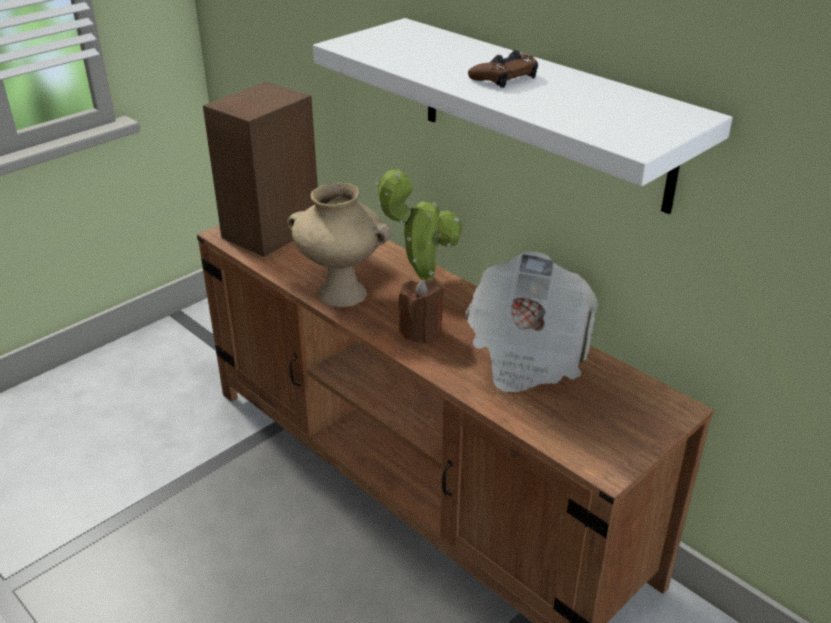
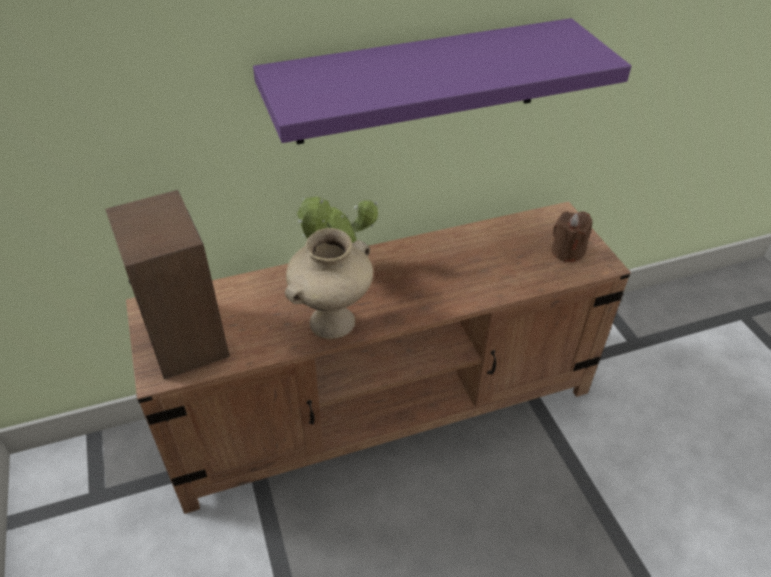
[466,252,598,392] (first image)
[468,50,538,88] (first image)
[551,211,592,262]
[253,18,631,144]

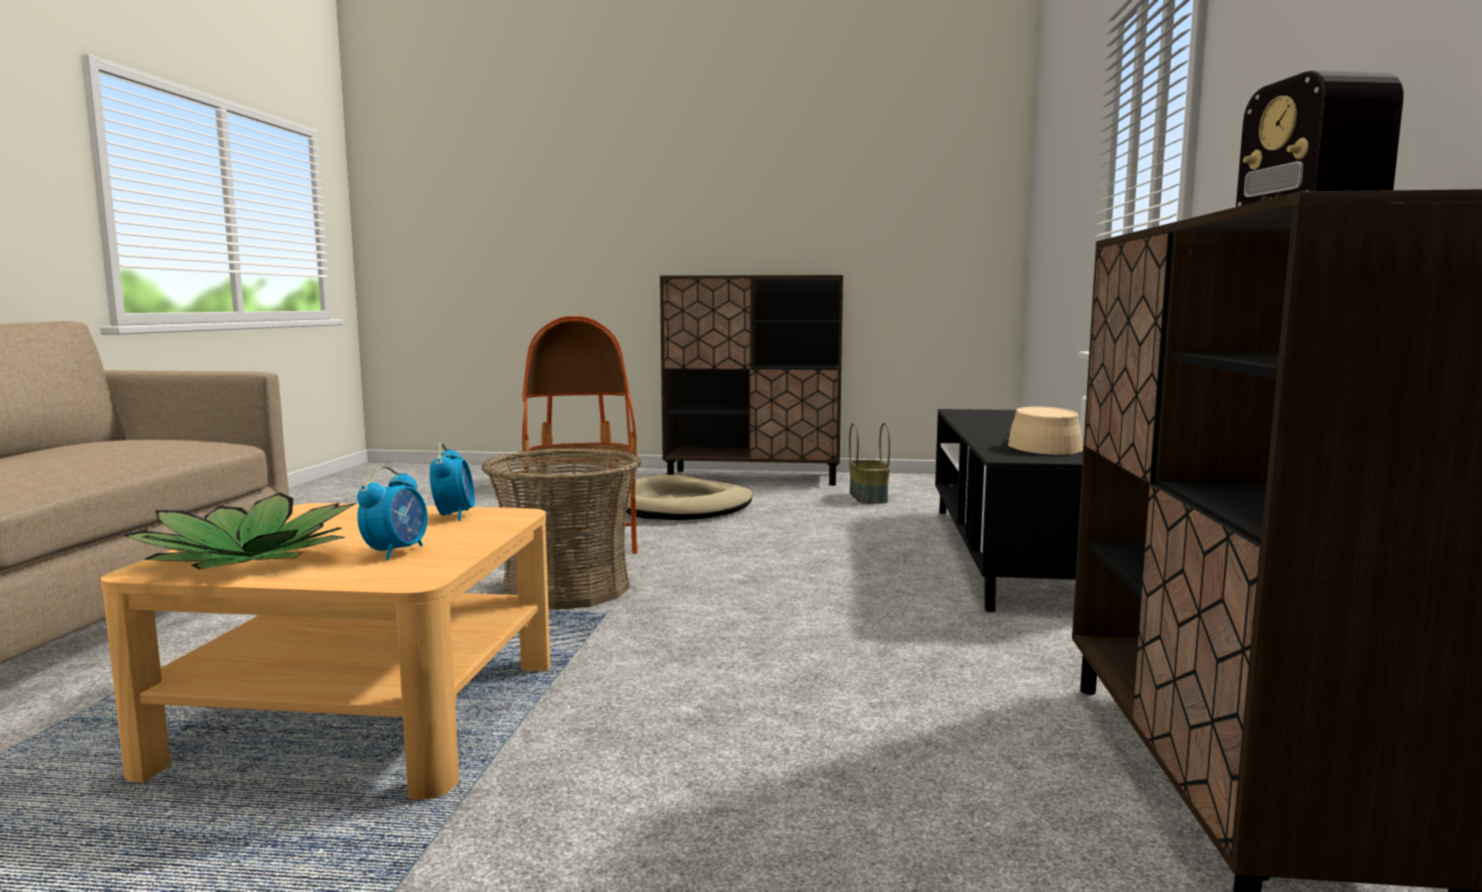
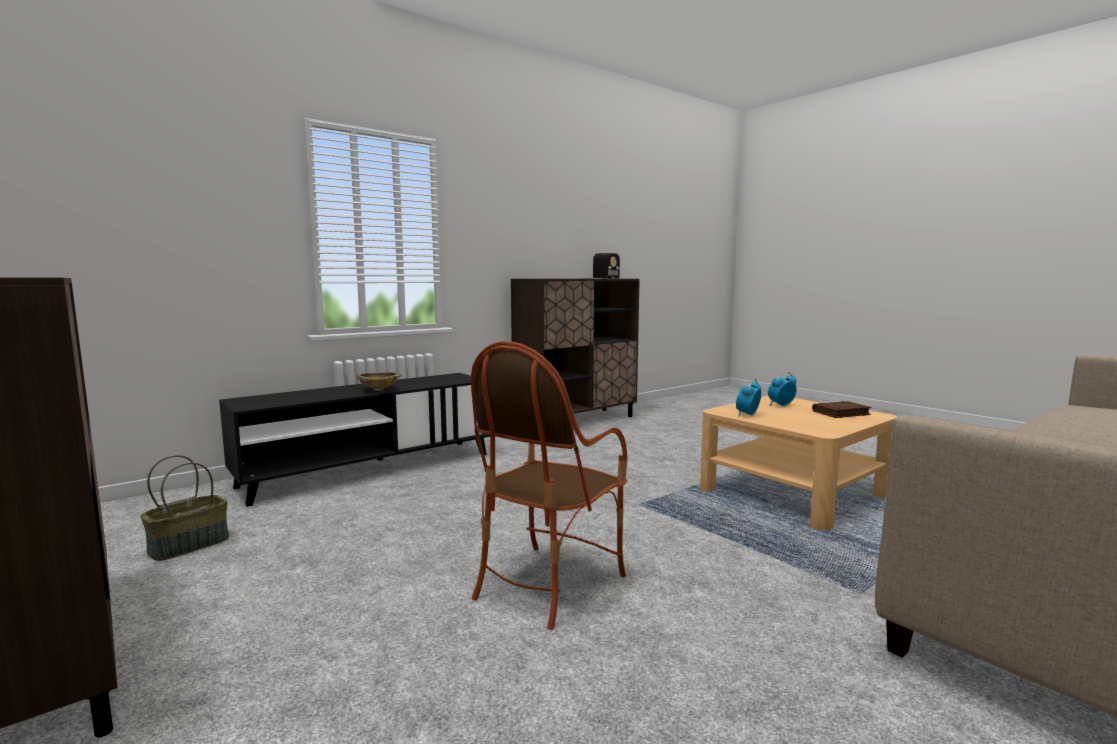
[482,448,641,610] (first image)
[609,475,753,520] (first image)
[1003,407,1083,455] (first image)
[356,372,402,391]
[812,401,871,418]

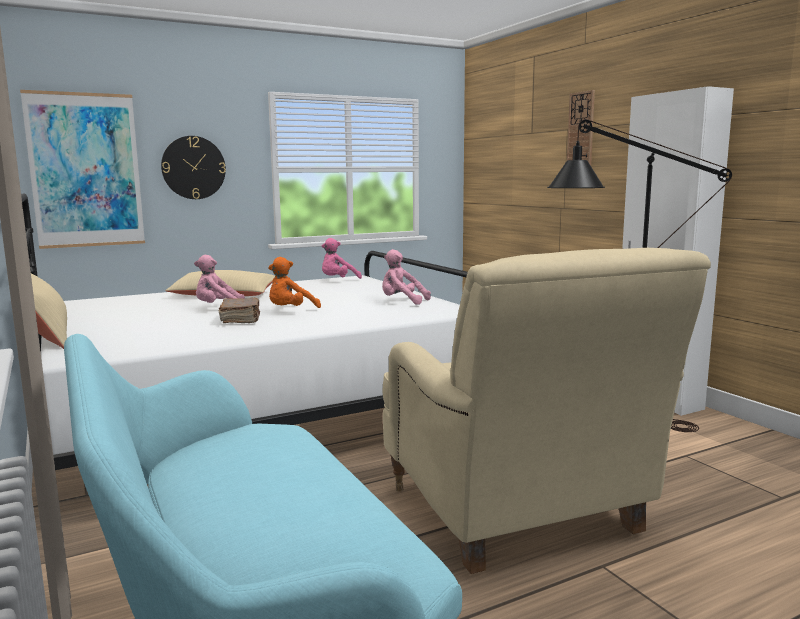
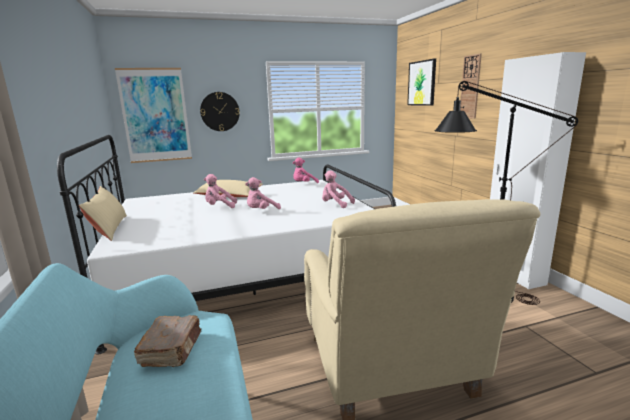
[407,58,436,106]
[134,315,201,367]
[245,177,281,210]

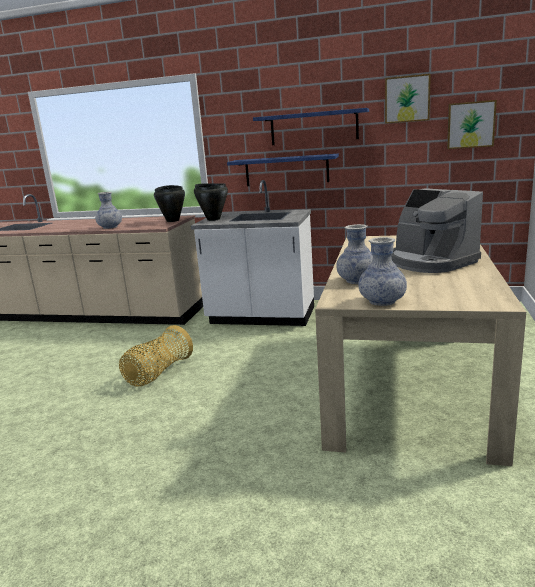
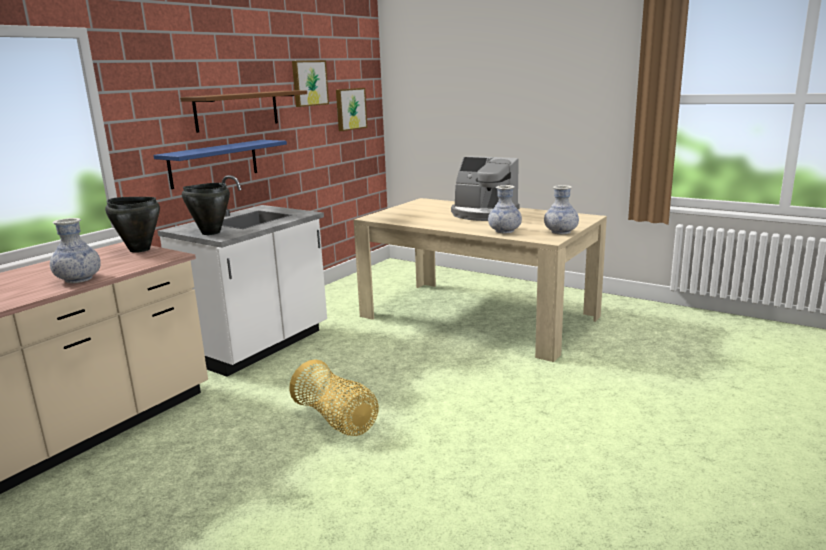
[180,90,307,133]
[451,156,519,221]

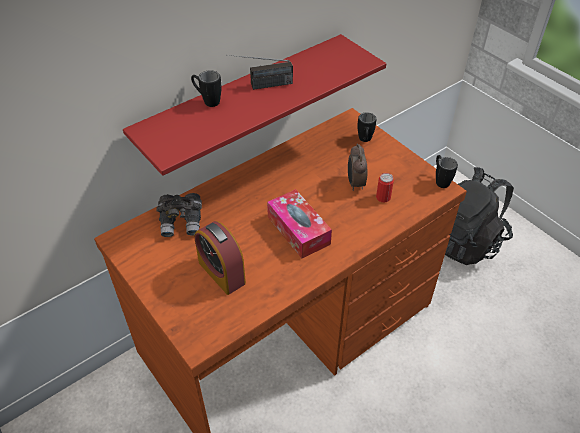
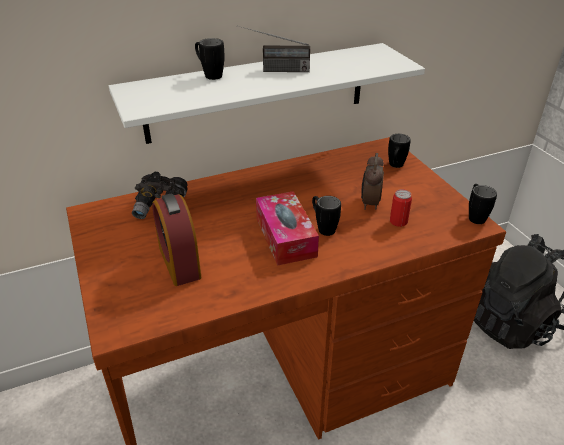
[312,196,341,236]
[109,43,425,144]

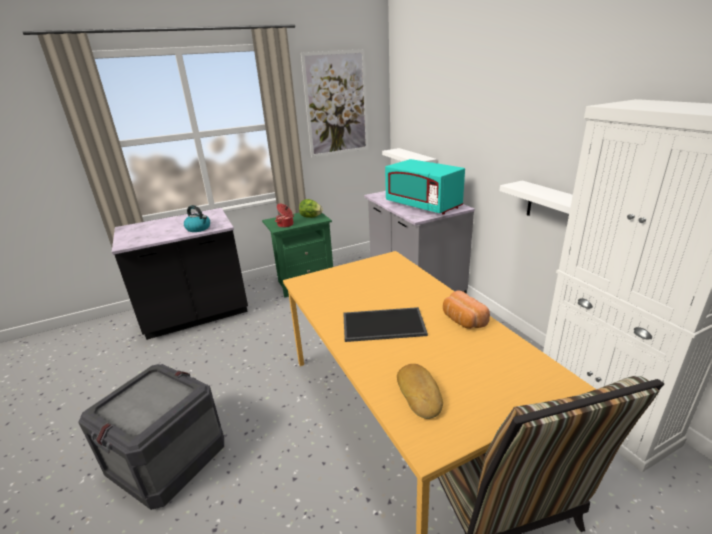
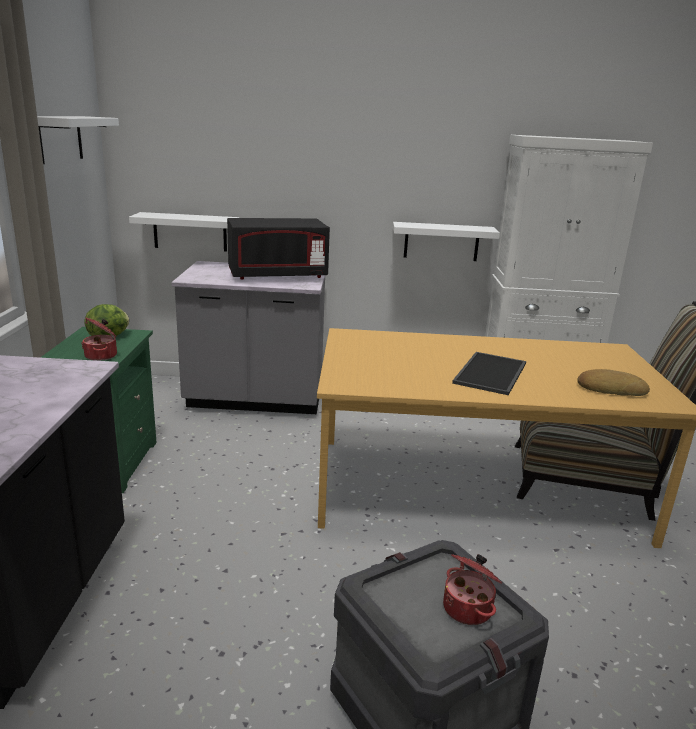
[184,205,210,232] (first image)
[443,290,490,329] (first image)
[443,554,502,625]
[37,116,119,164]
[227,218,330,280]

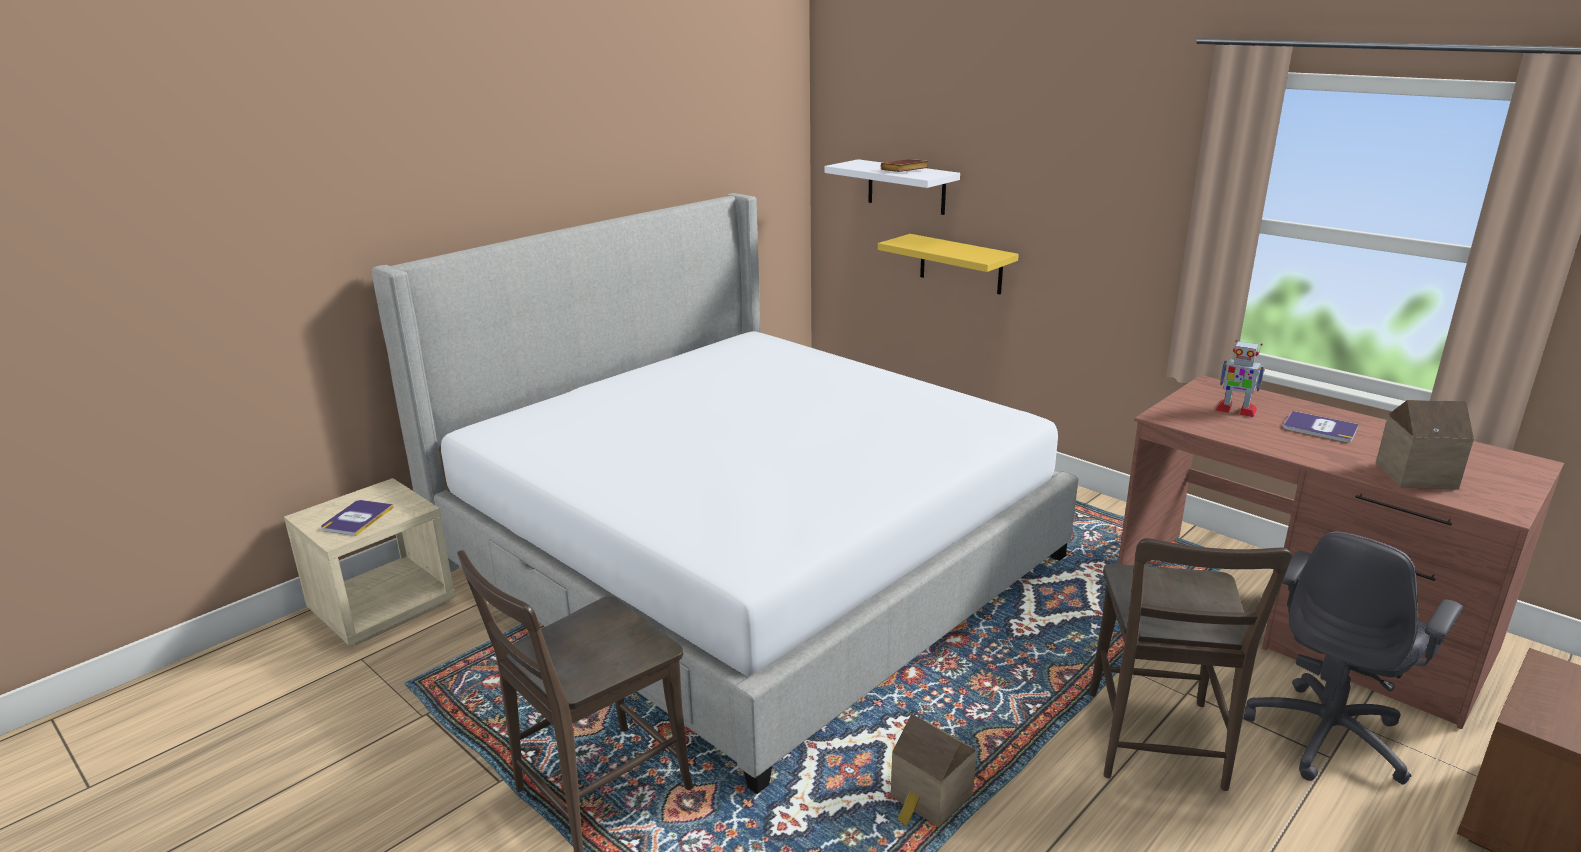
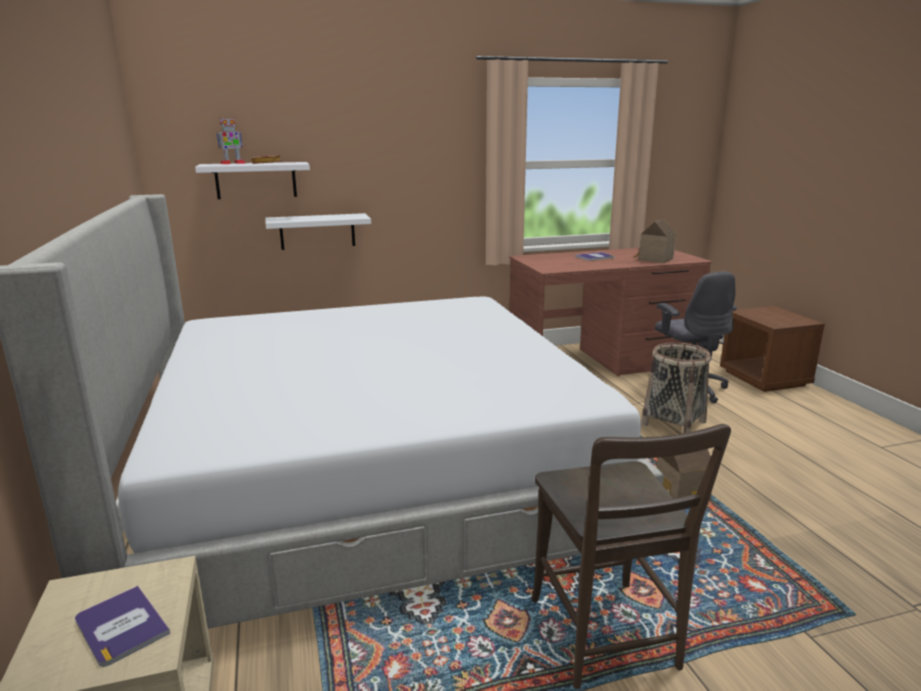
[216,117,246,164]
[641,342,711,433]
[266,213,371,250]

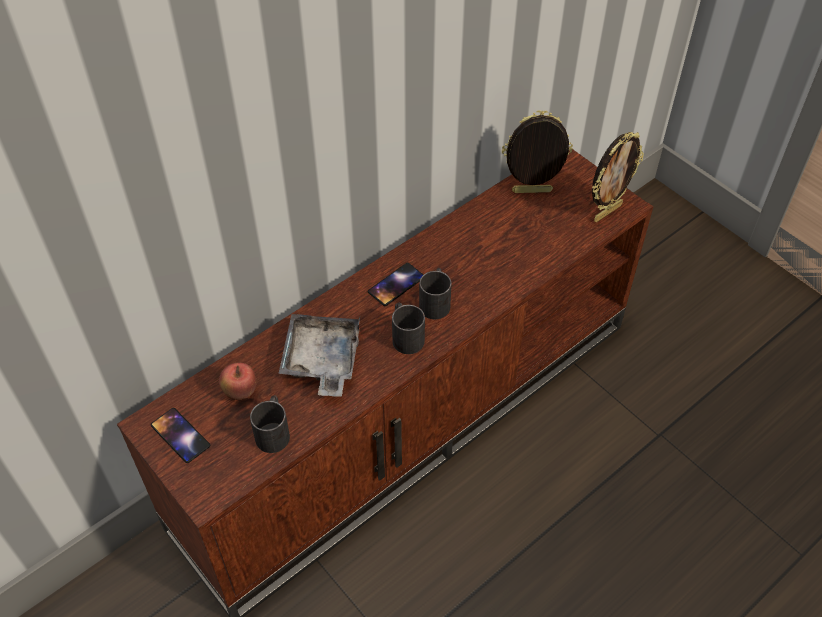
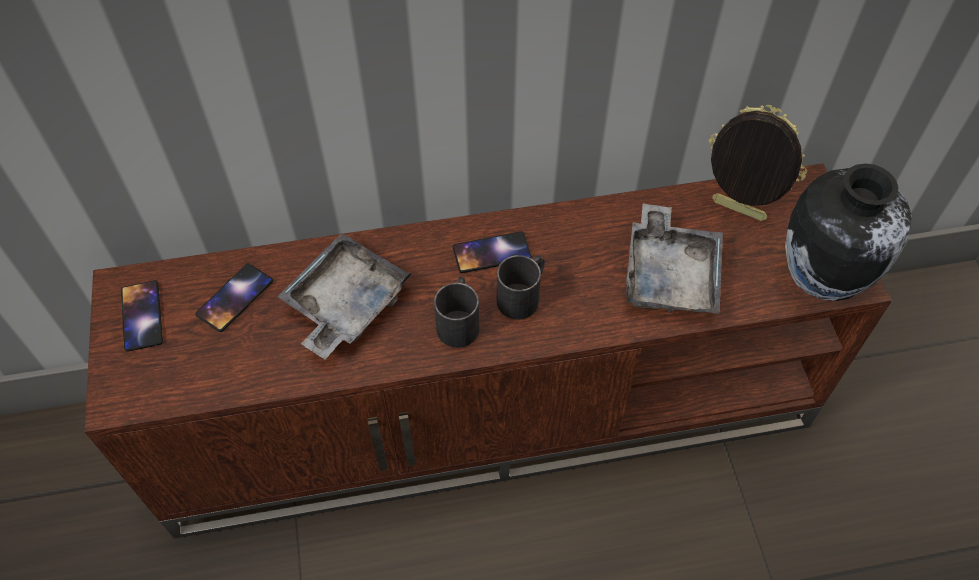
[250,396,290,453] (first image)
[625,203,723,314]
[195,263,273,332]
[785,163,912,301]

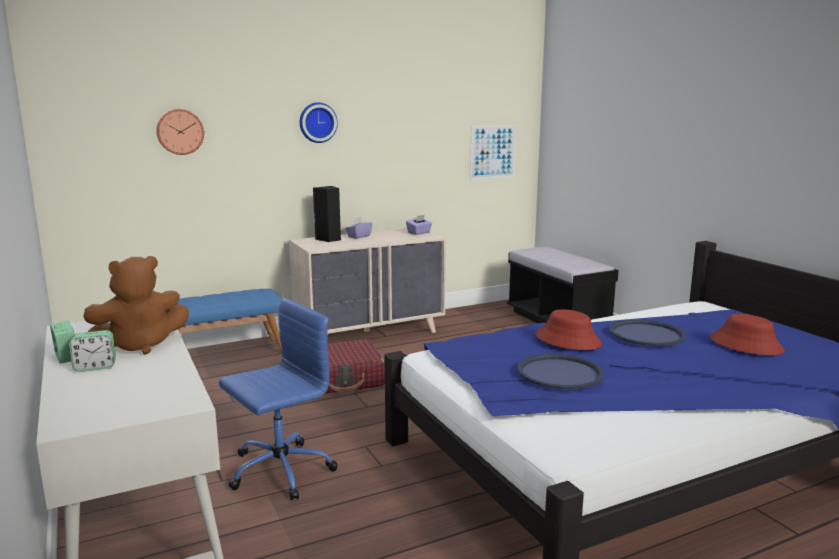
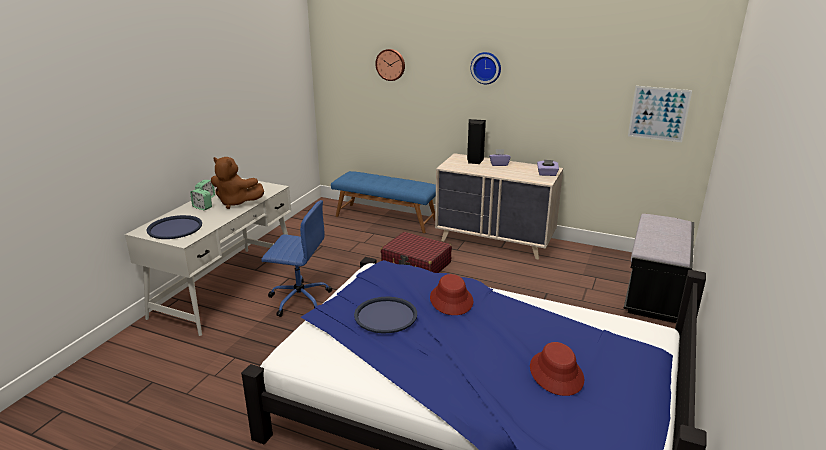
[146,215,202,239]

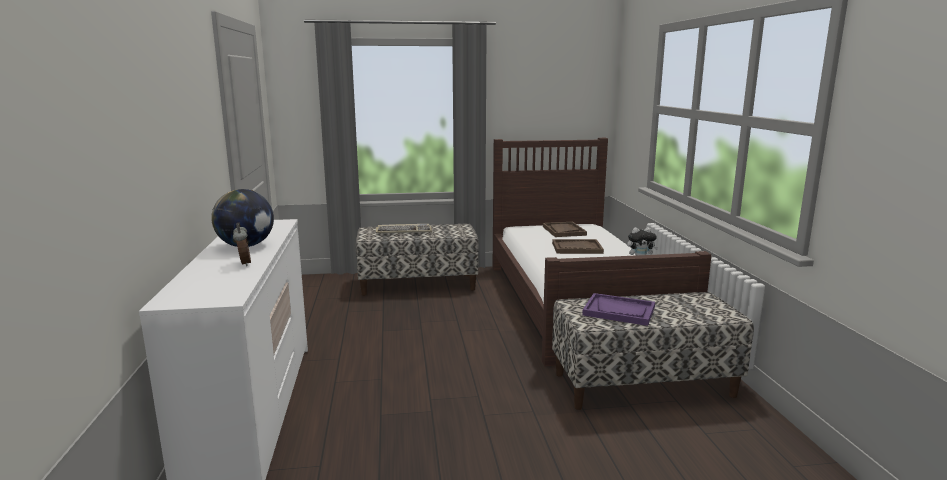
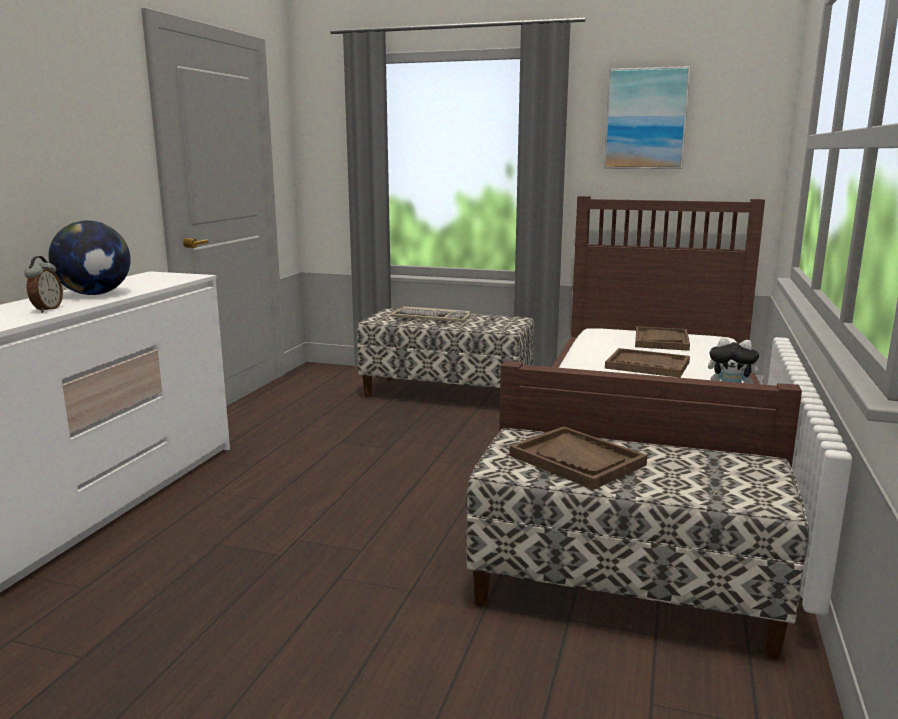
[604,66,690,169]
[509,426,647,490]

